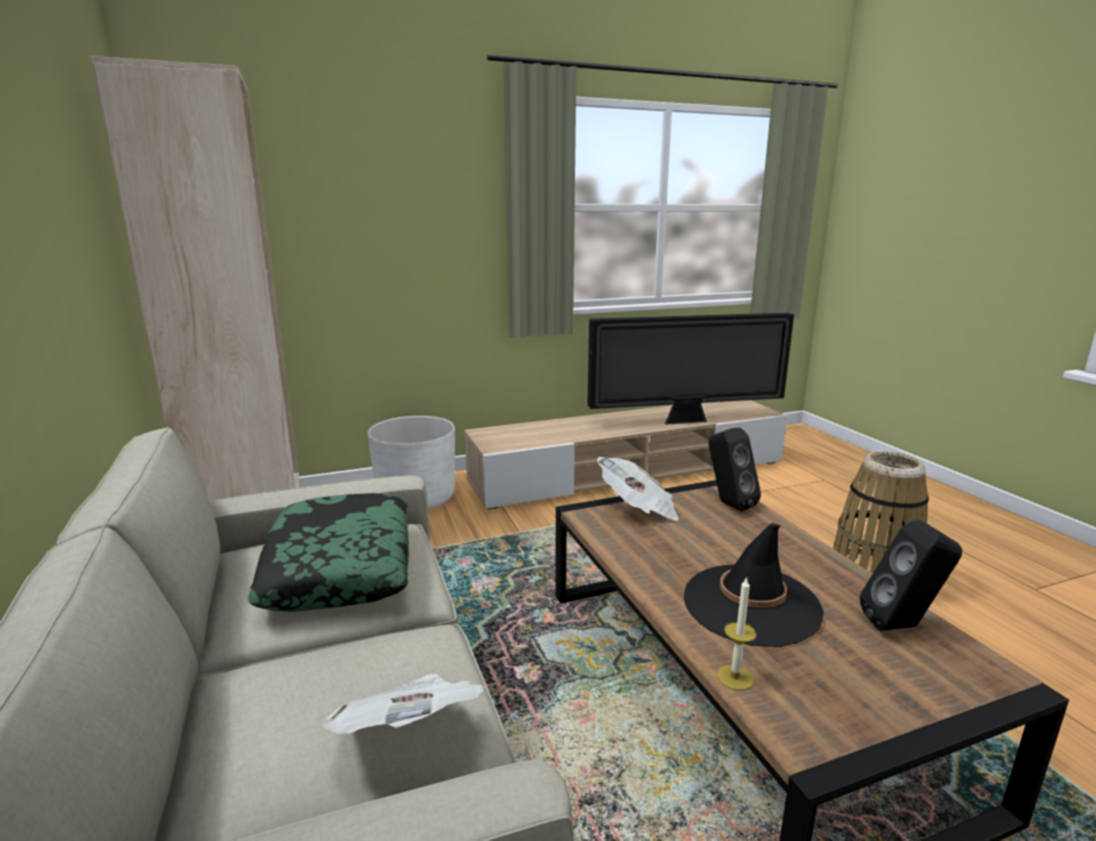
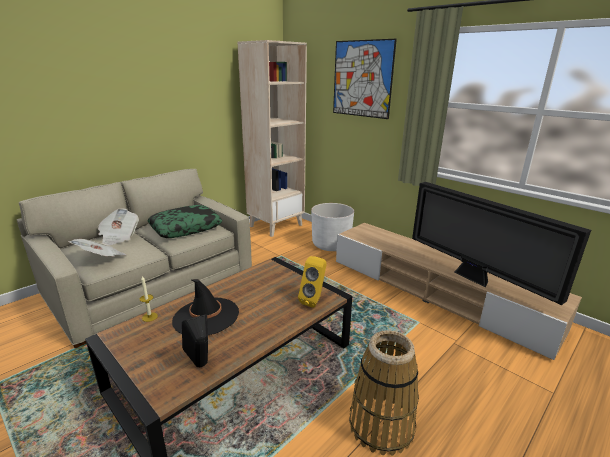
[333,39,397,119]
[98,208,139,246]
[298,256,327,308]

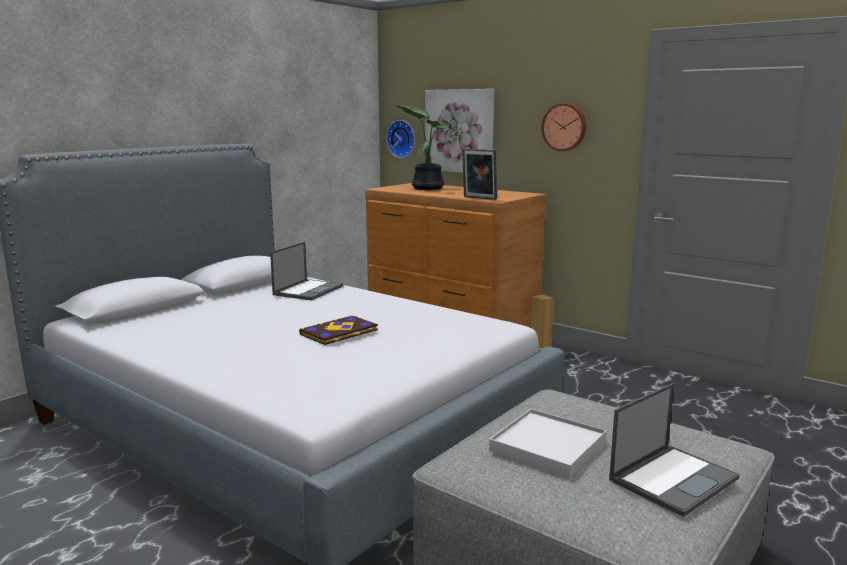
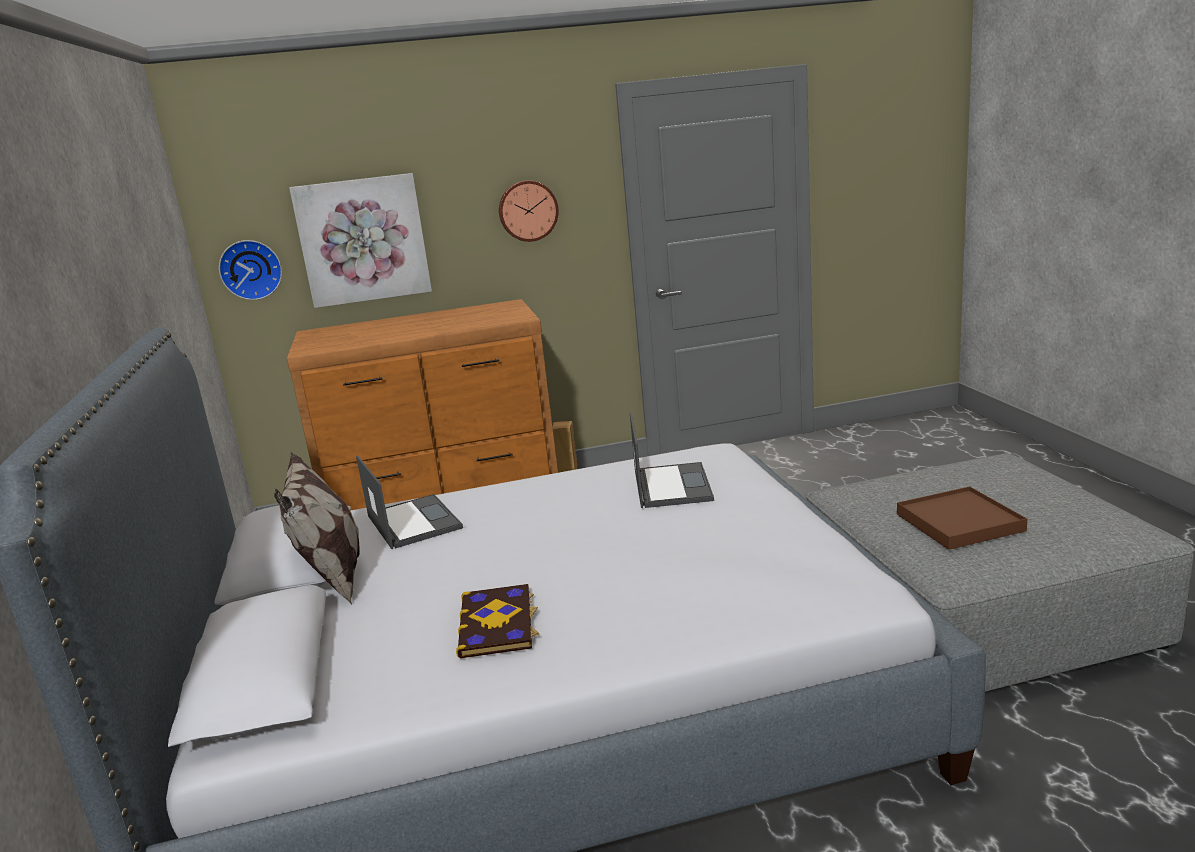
[396,105,451,190] (first image)
[462,149,497,200] (first image)
[274,452,360,605]
[456,584,539,658]
[630,413,714,508]
[897,486,1027,550]

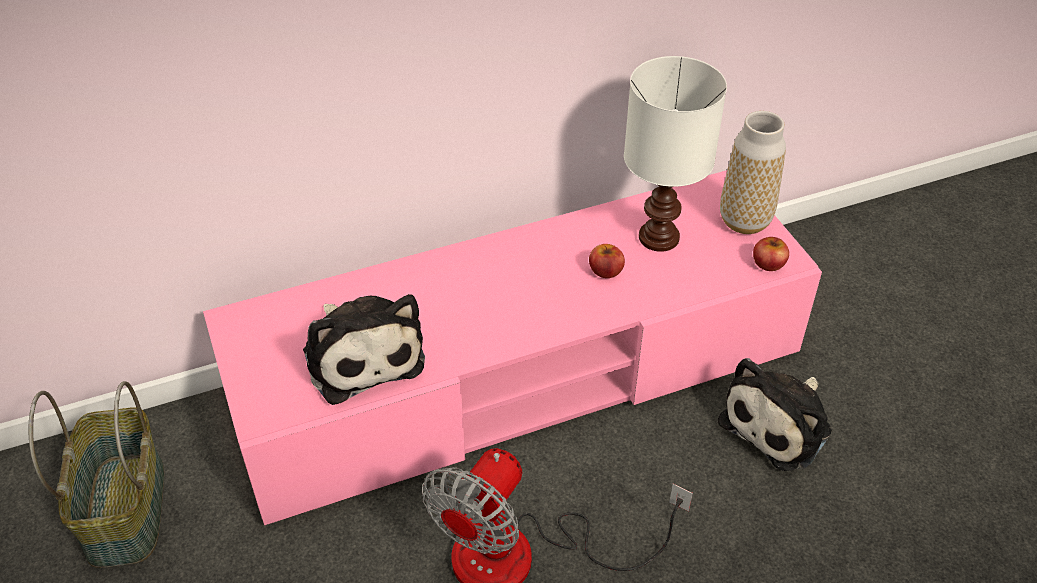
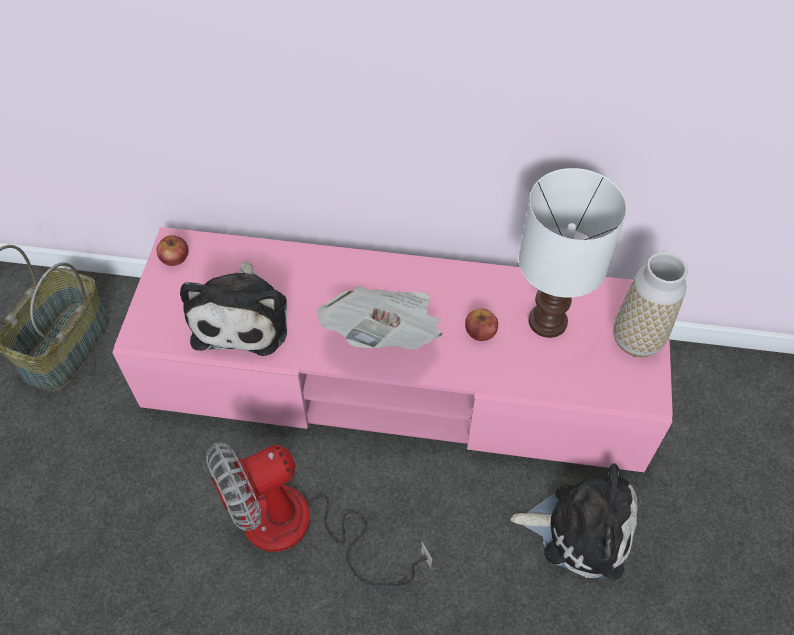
[317,286,442,350]
[157,235,188,266]
[510,463,638,580]

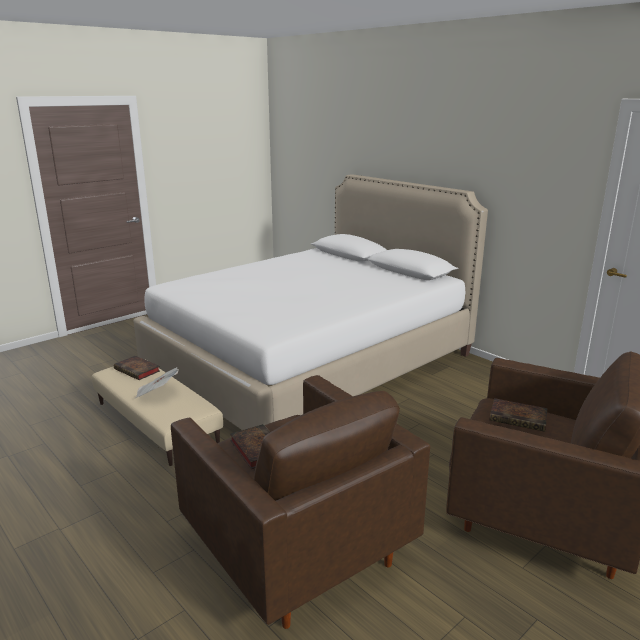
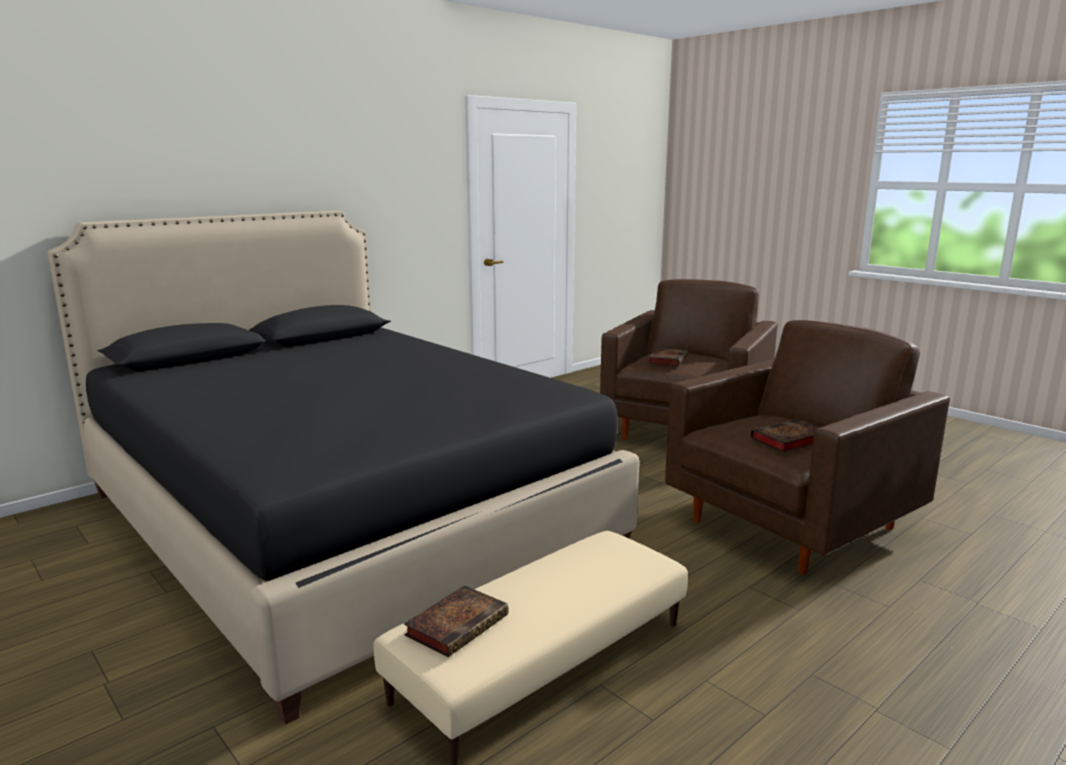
[136,367,179,398] (first image)
[47,211,639,724]

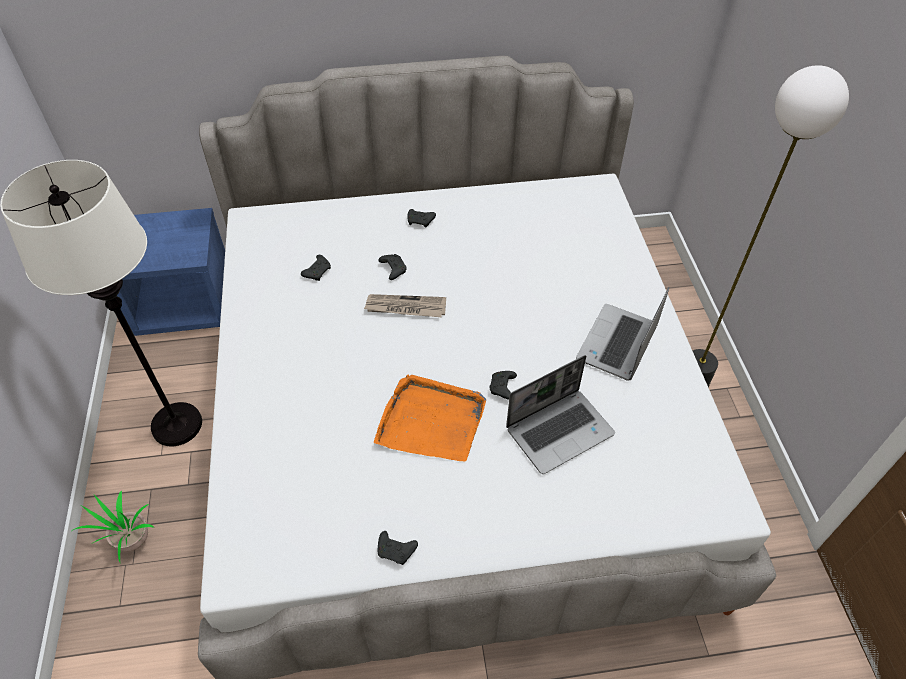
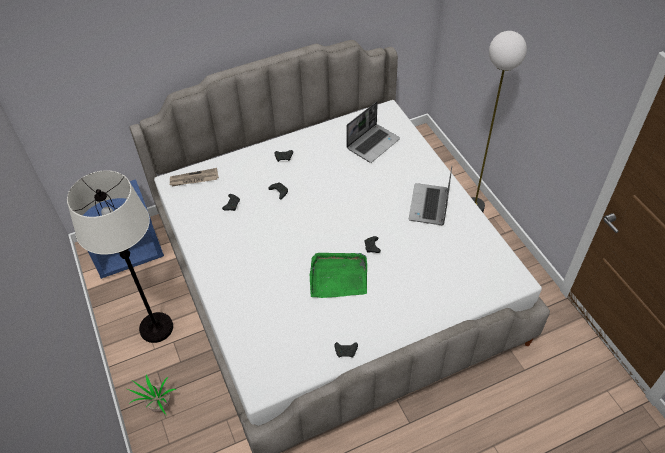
[170,168,219,186]
[346,102,400,163]
[310,253,367,298]

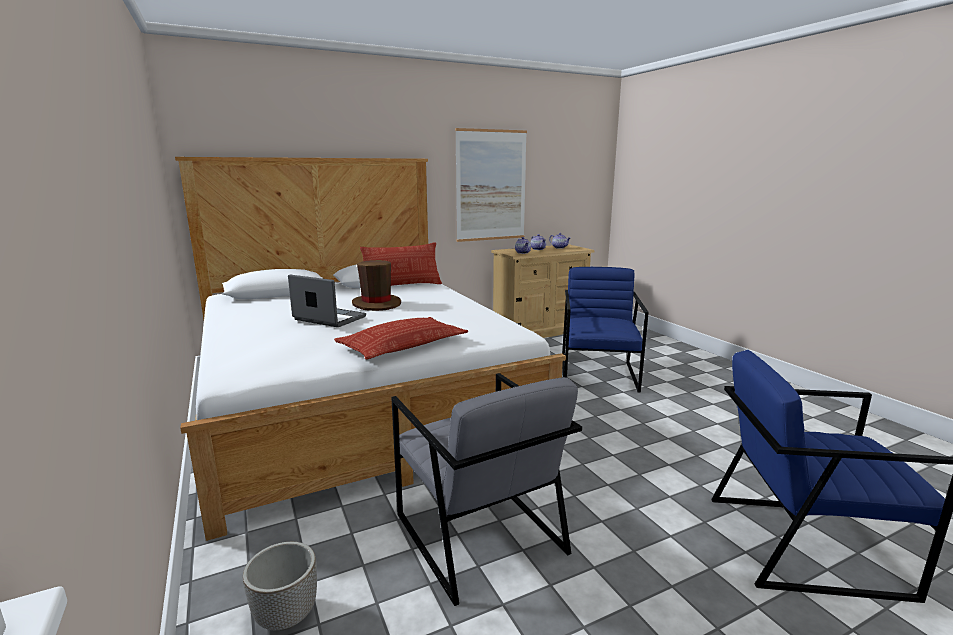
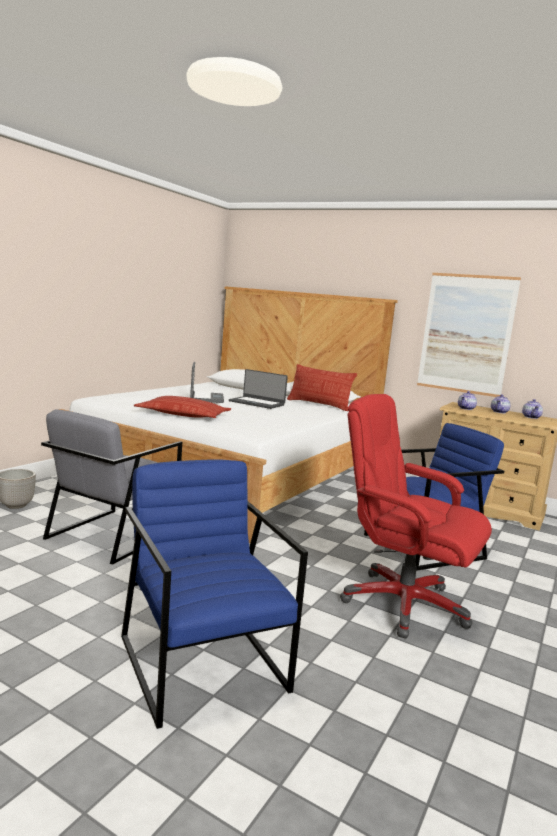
[340,394,492,638]
[229,369,288,409]

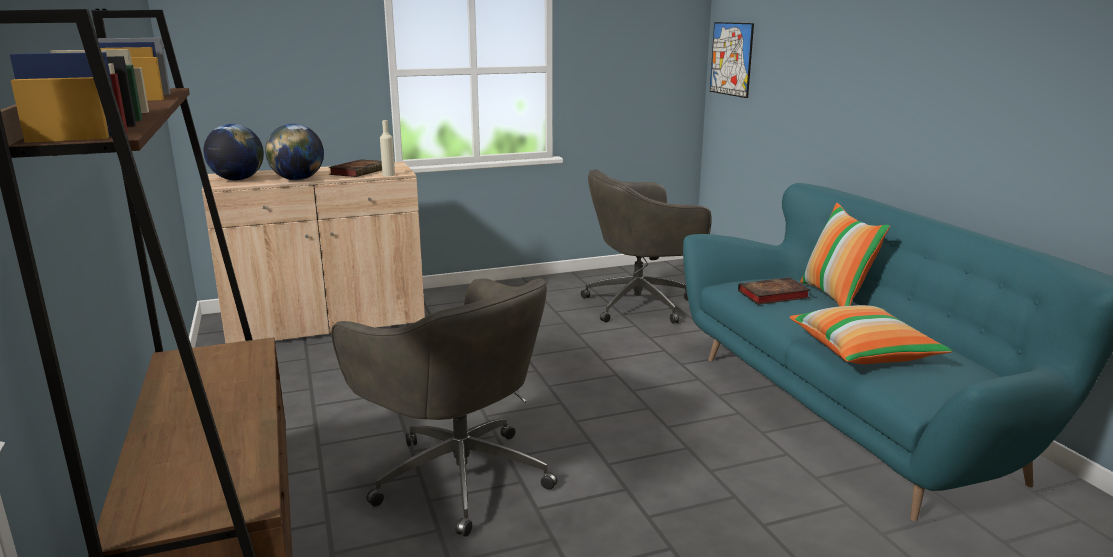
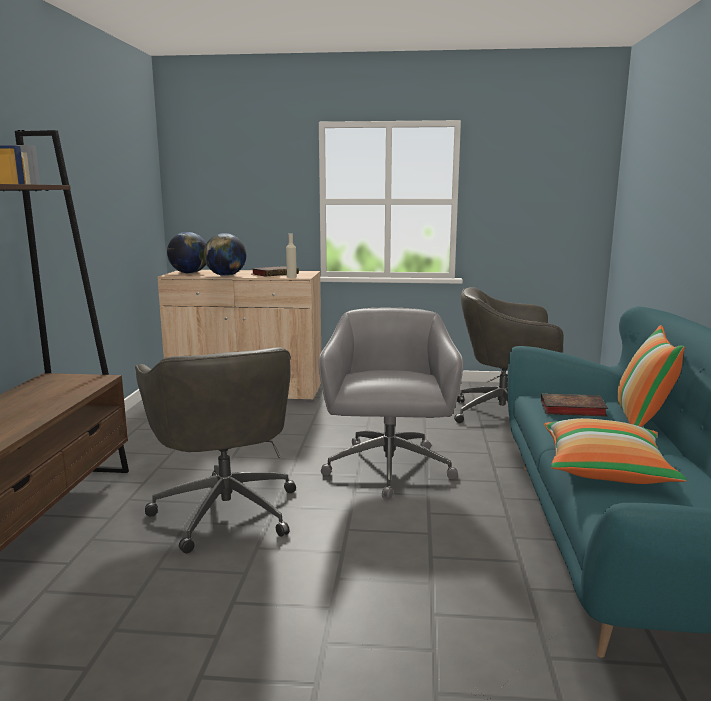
[710,22,754,98] (first image)
[319,308,463,500]

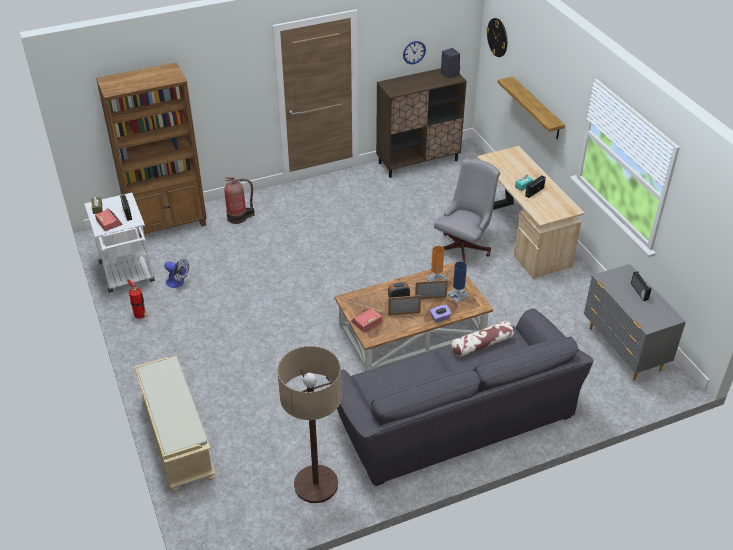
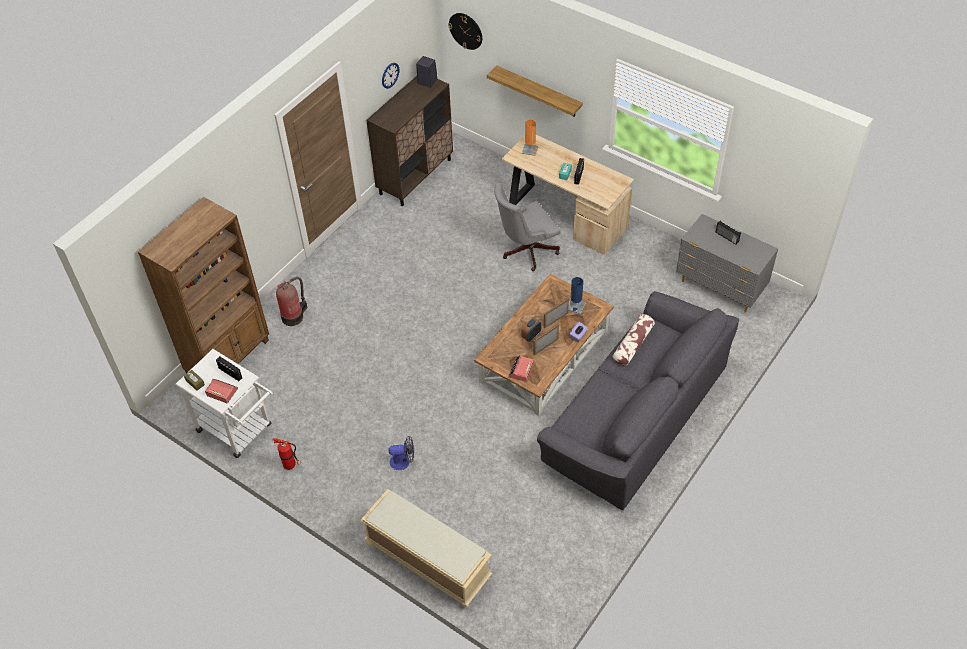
[277,346,342,503] (first image)
[389,436,414,470]
[522,120,539,156]
[494,182,560,271]

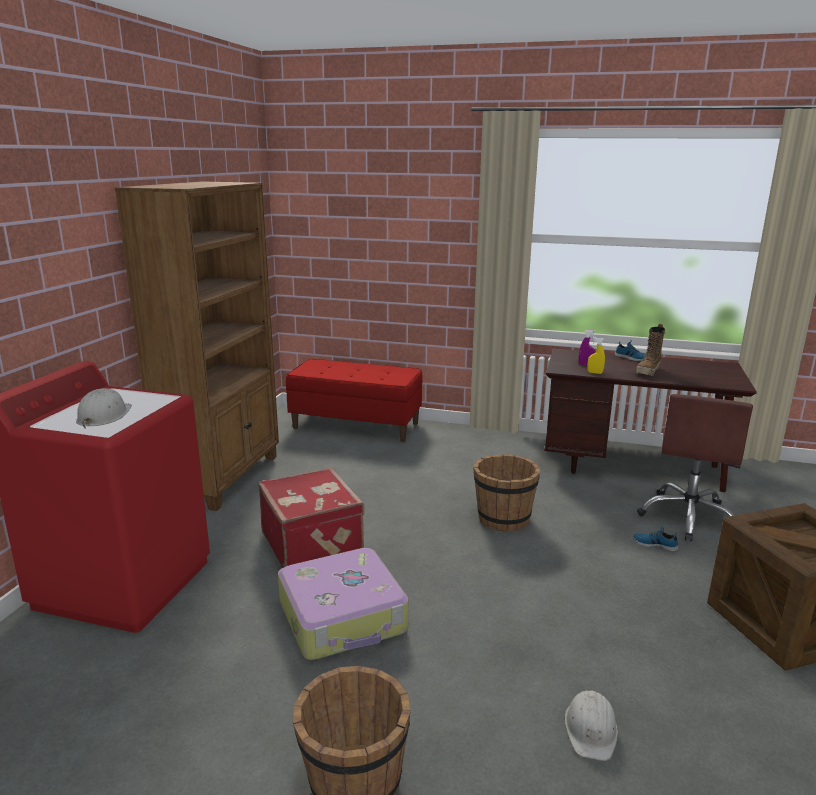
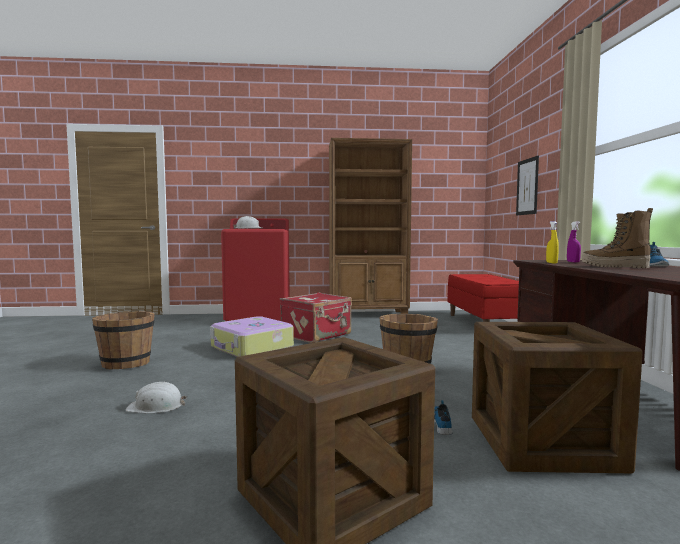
[516,155,539,215]
[472,322,643,473]

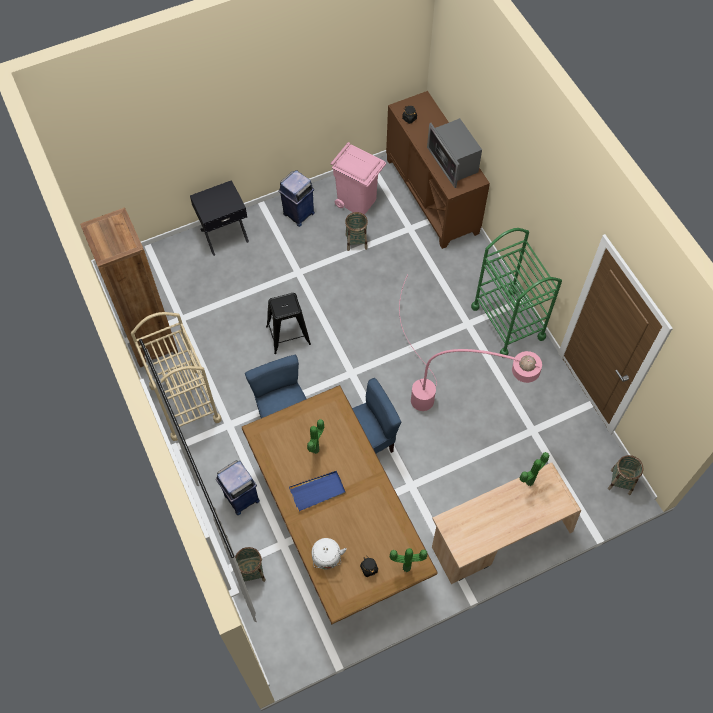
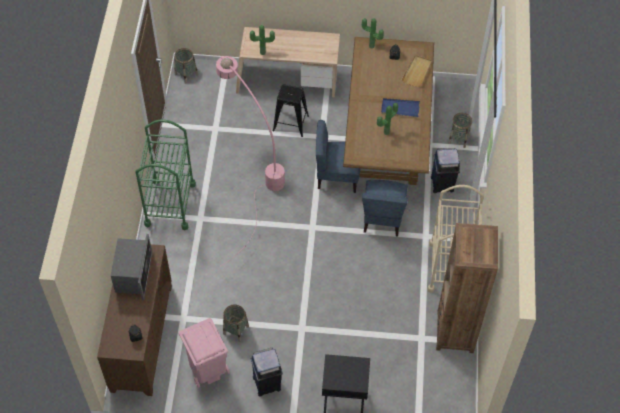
[273,84,309,137]
[402,55,432,87]

